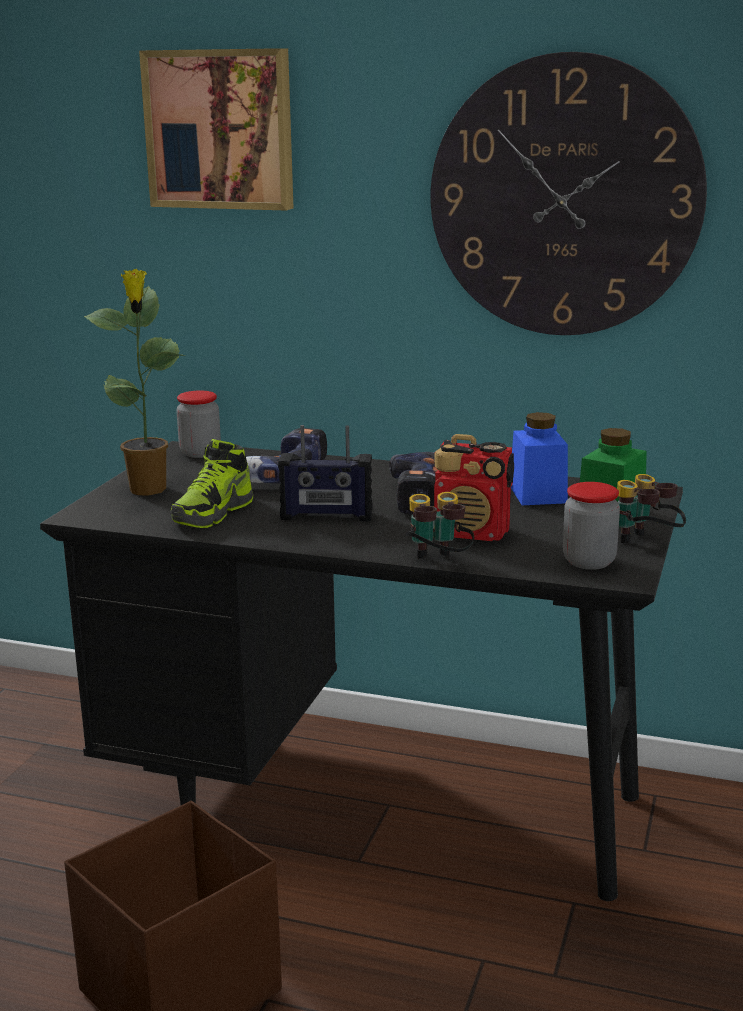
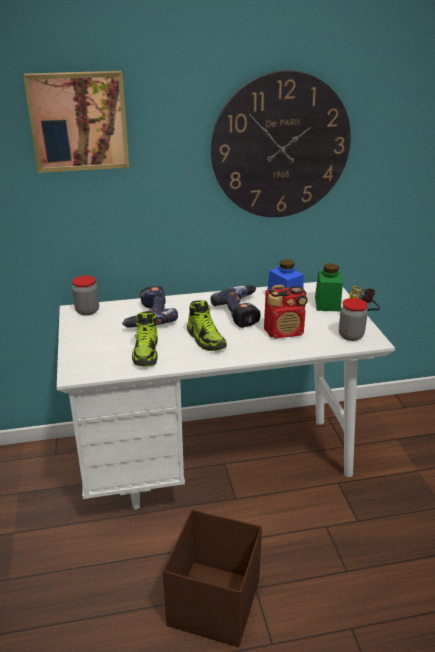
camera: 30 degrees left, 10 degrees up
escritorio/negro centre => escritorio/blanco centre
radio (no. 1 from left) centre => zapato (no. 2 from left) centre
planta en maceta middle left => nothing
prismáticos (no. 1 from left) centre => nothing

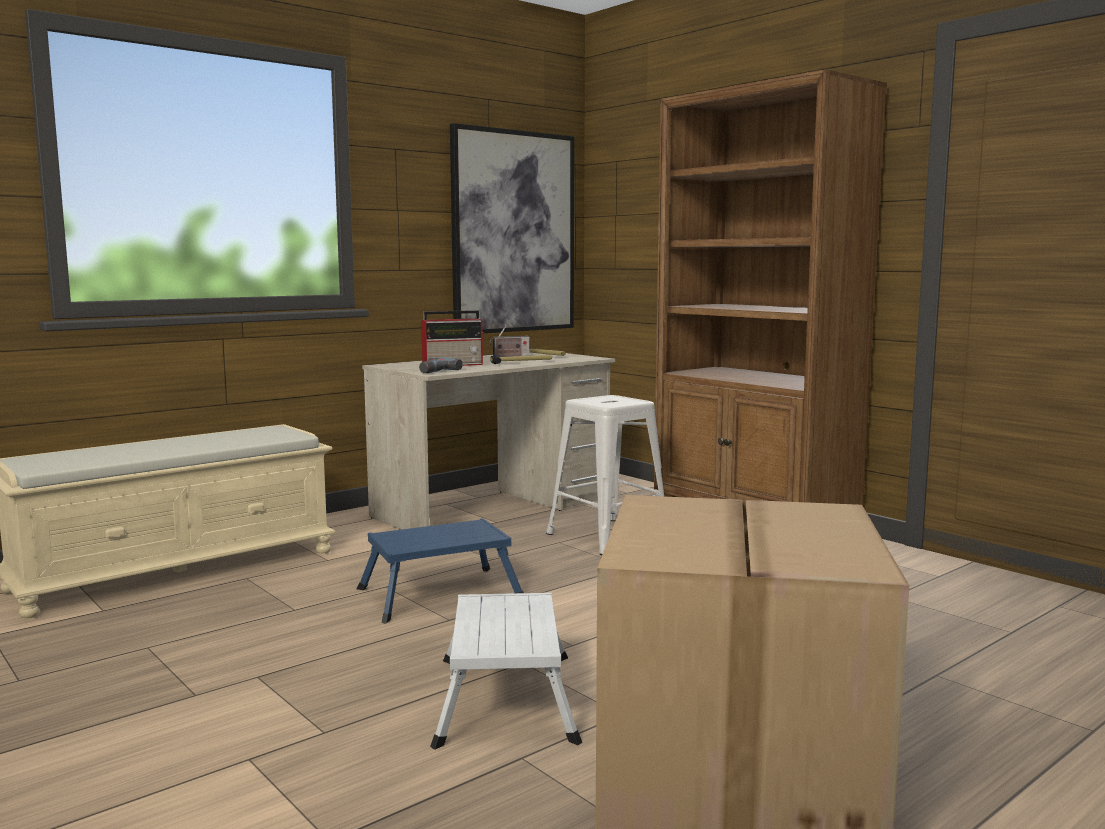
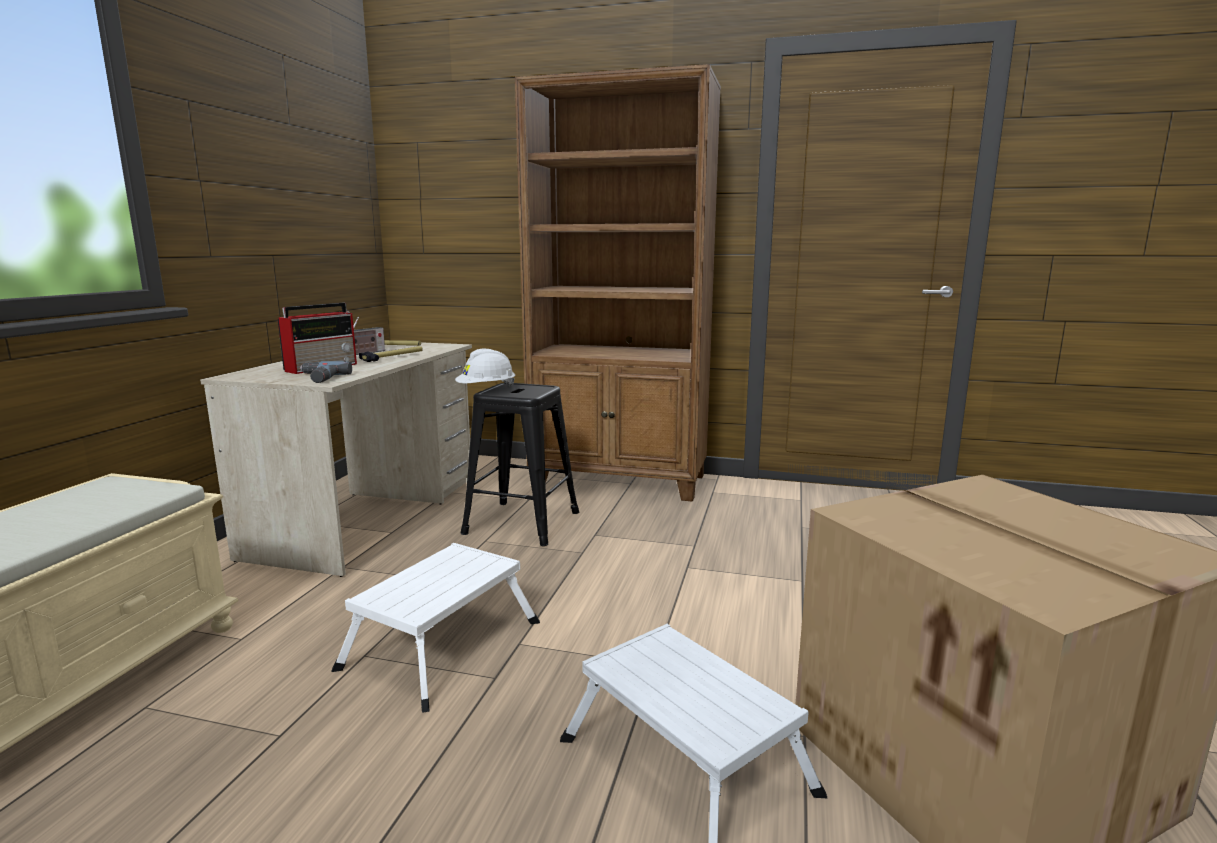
camera: 35 degrees left, 5 degrees up
escalera de tijera/azul bottom centre => escalera de tijera/blanco (no. 1 from left) bottom centre
nothing => casco/blanco centre
taburete/blanco centre => taburete/negro centre
cuadro top centre => nothing

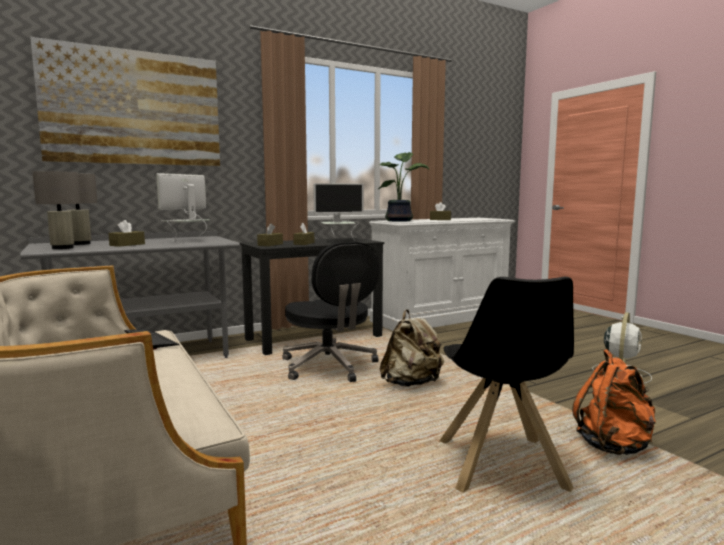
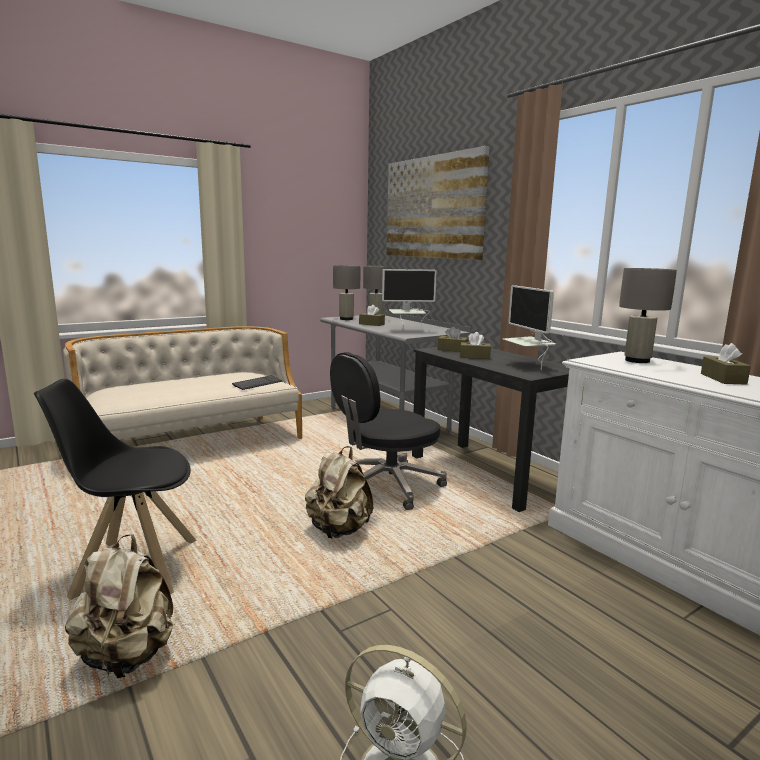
camera: 85 degrees right, 5 degrees up
mochila/naranja bottom right => mochila/beis (no. 1 from left) bottom left
monitor (no. 1 from left) middle left => monitor (no. 1 from left) centre, 150 degrees clockwise
planta en maceta centre => lámpara de mesa/gris (no. 3 from left) middle right

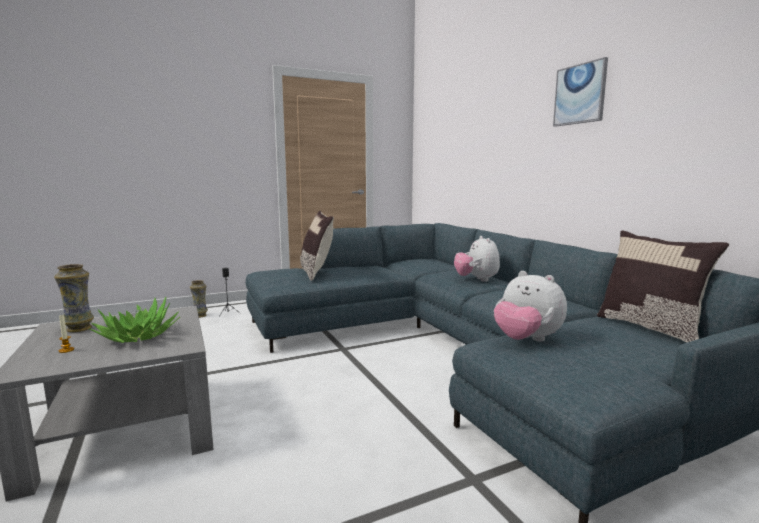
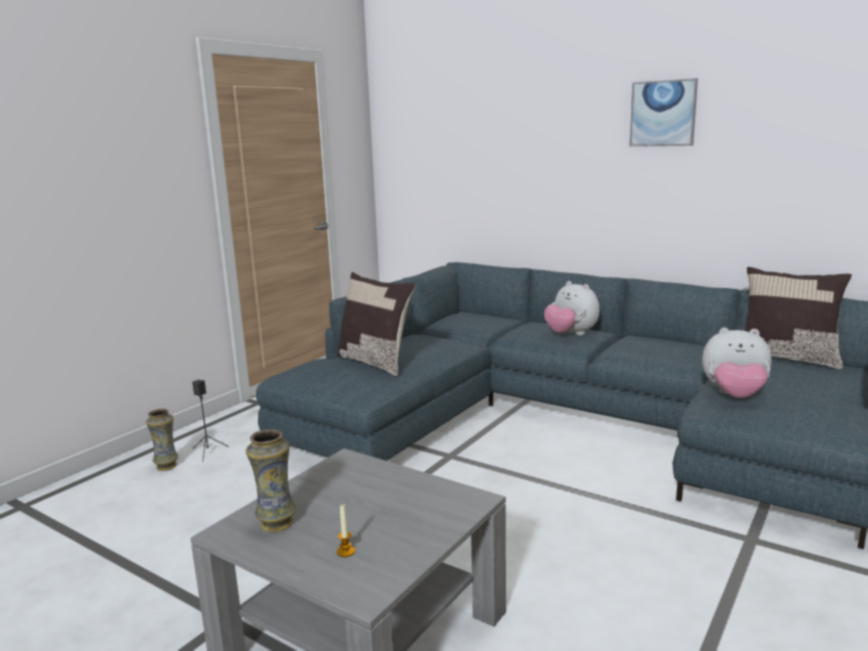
camera: 30 degrees left, 5 degrees up
planta en maceta middle left => nothing

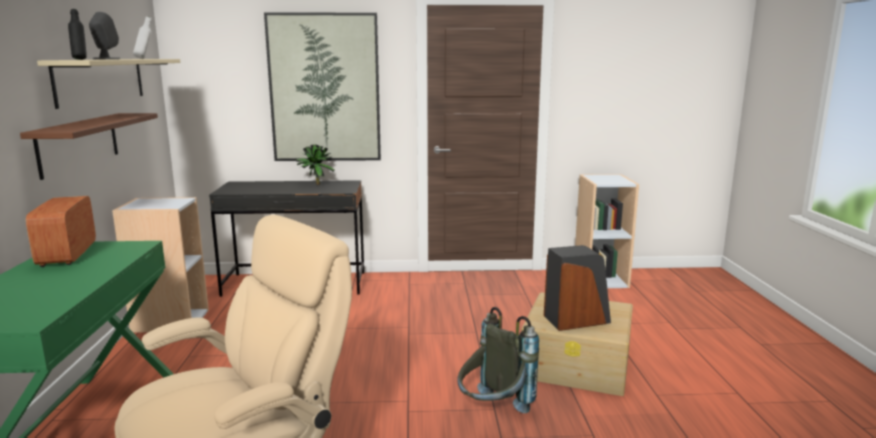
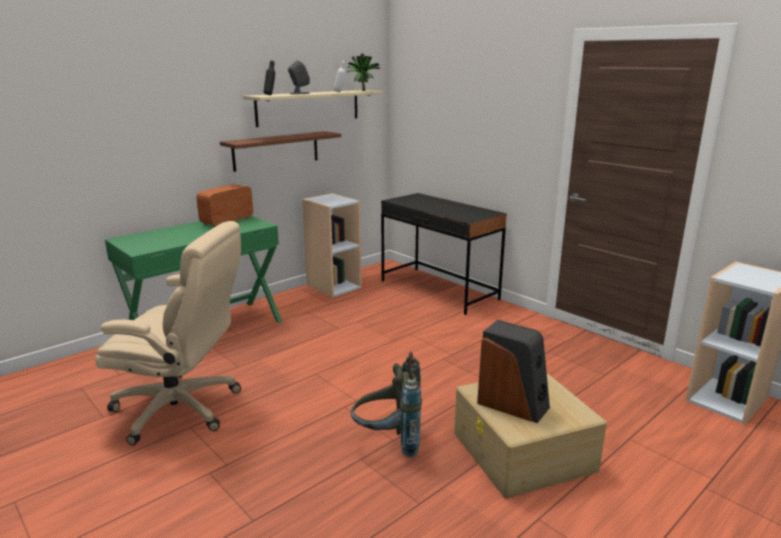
camera: 50 degrees right, 5 degrees up
planta en maceta centre => planta en maceta top centre, relocated
cuadro top centre => nothing

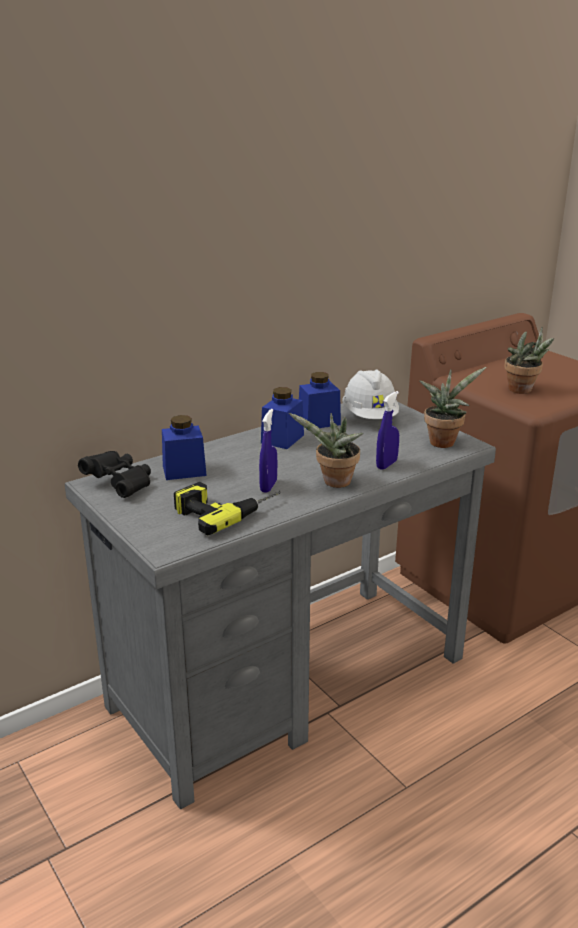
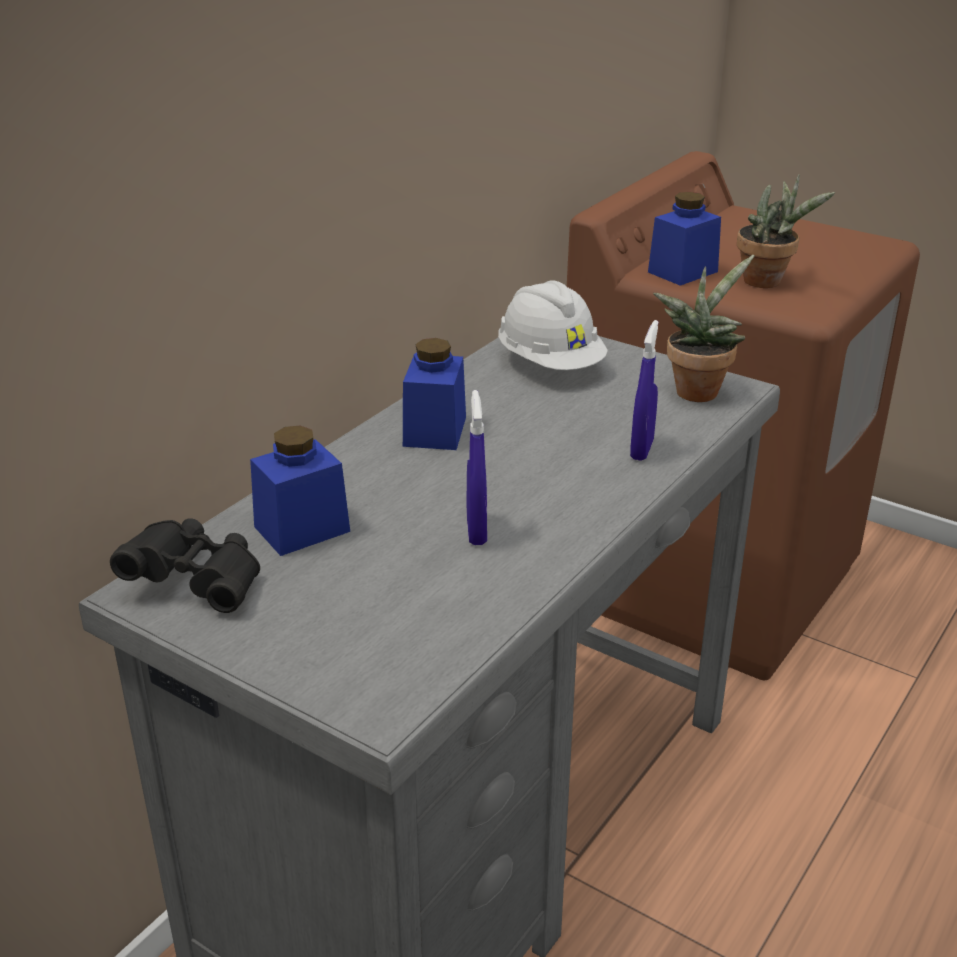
camera: 20 degrees left, 5 degrees up
tarro/azul (no. 3 from left) centre => tarro/azul (no. 3 from left) top right, relocated
taladro centre => nothing
planta en maceta (no. 1 from left) centre => nothing

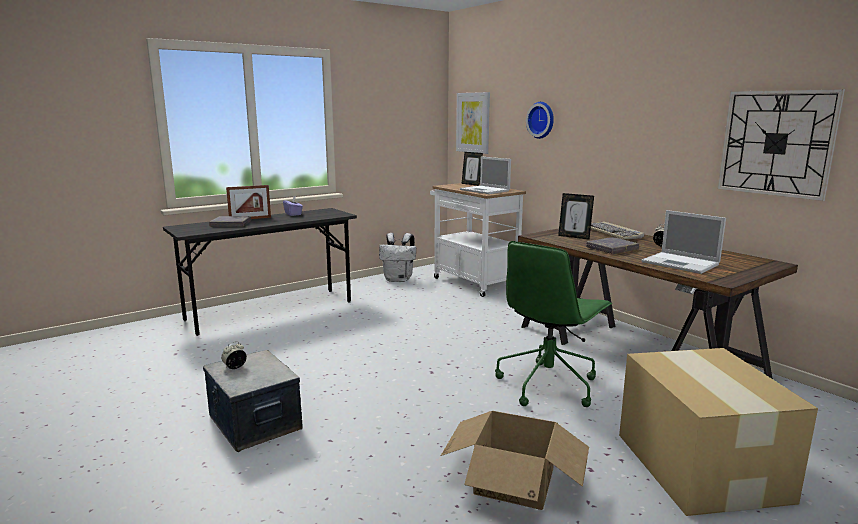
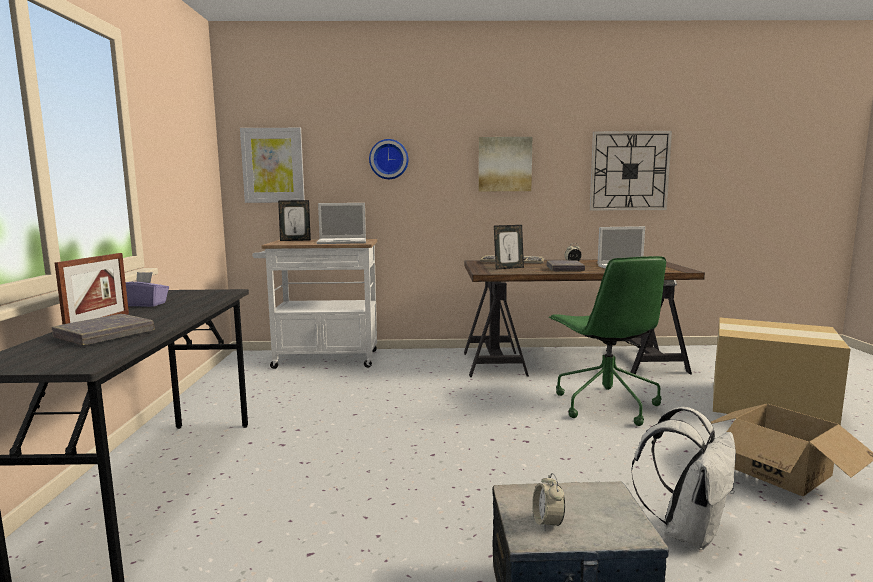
camera: 55 degrees left, 5 degrees down
nothing => cuadro (no. 2 from left) top centre
mochila/blanco centre => mochila/blanco bottom right, relocated

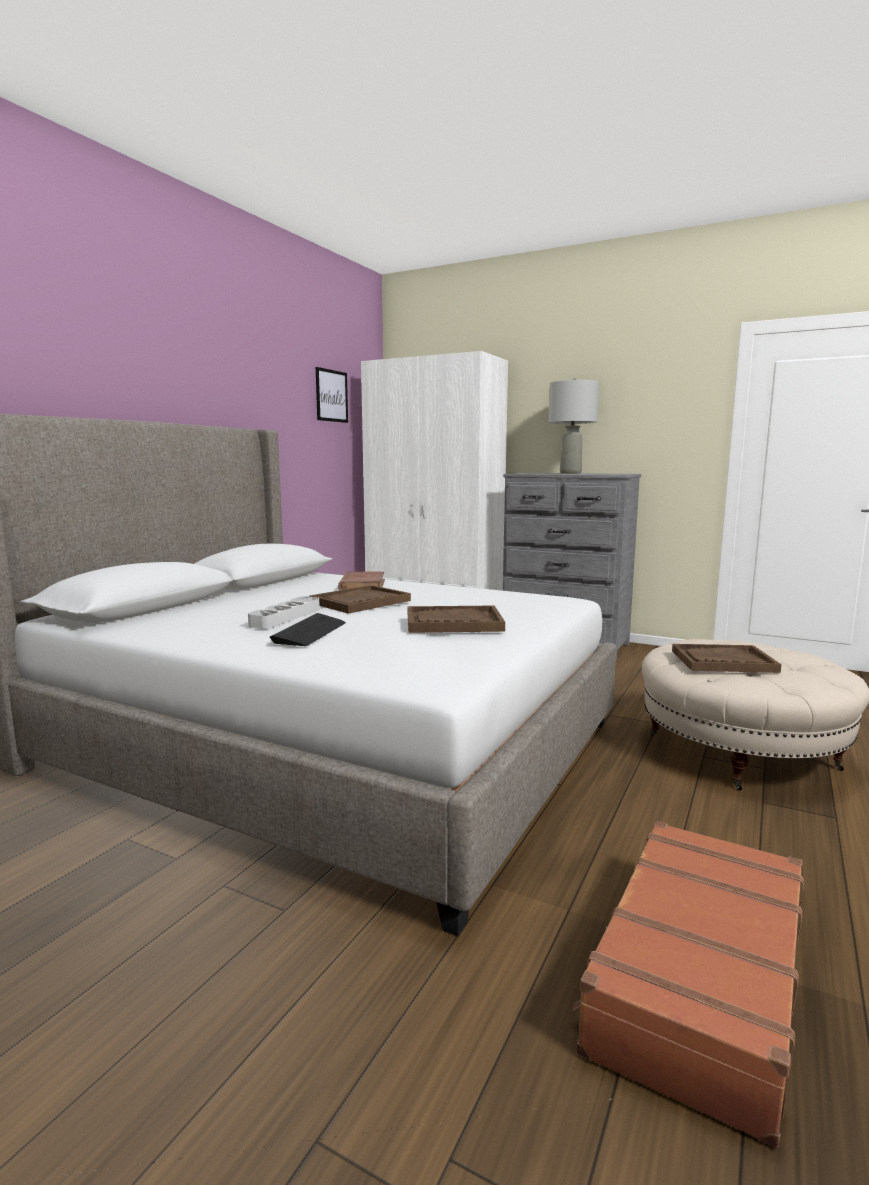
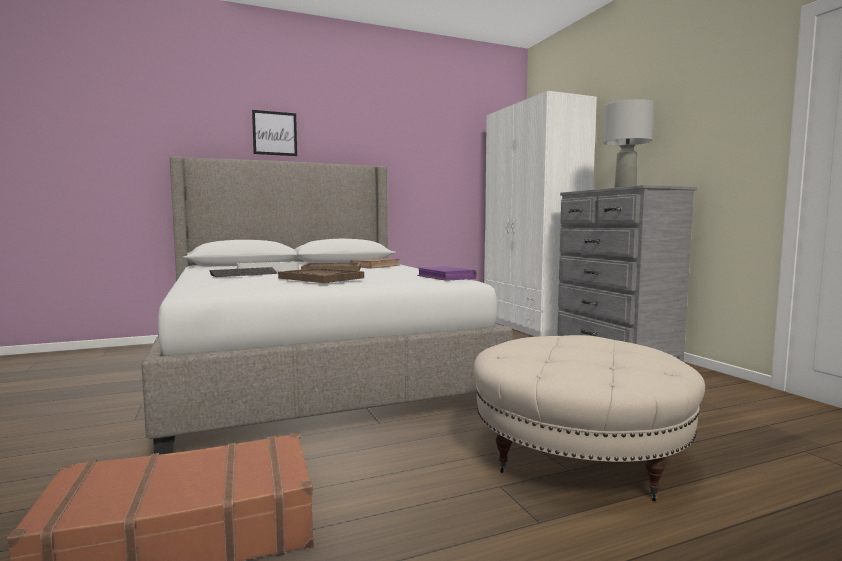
camera: 40 degrees right, 5 degrees down
cuadro centre => cuadro top left, relocated
nothing => libro/morado centre
bandeja/marrón (no. 3 from left) middle right => nothing

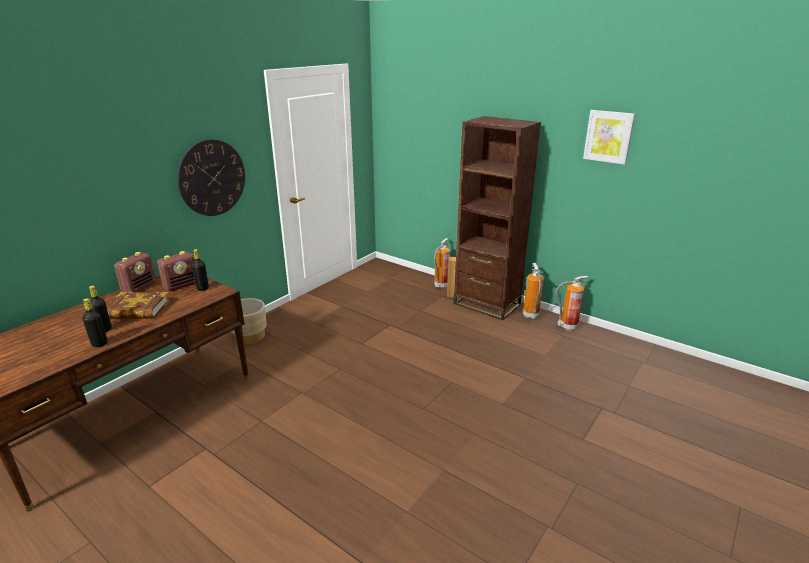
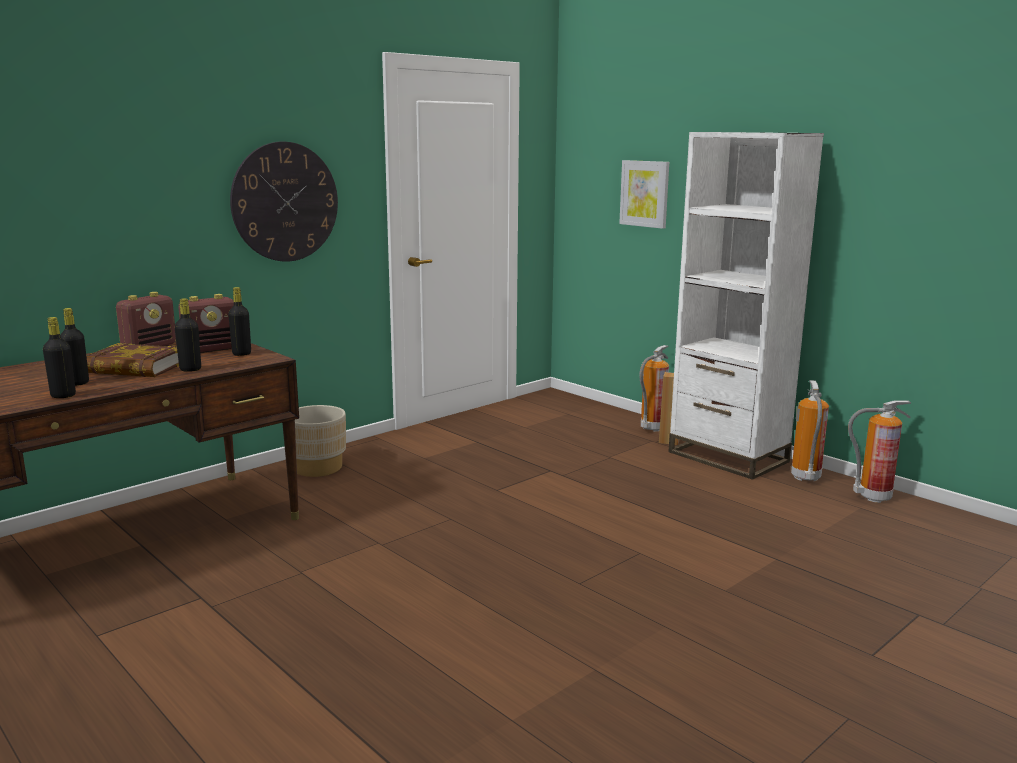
camera: 10 degrees right, 10 degrees down
nothing => botella/negro (no. 3 from left) middle left
cuadro top right => cuadro top centre, relocated
estantería/marrón centre => estantería/blanco middle right

